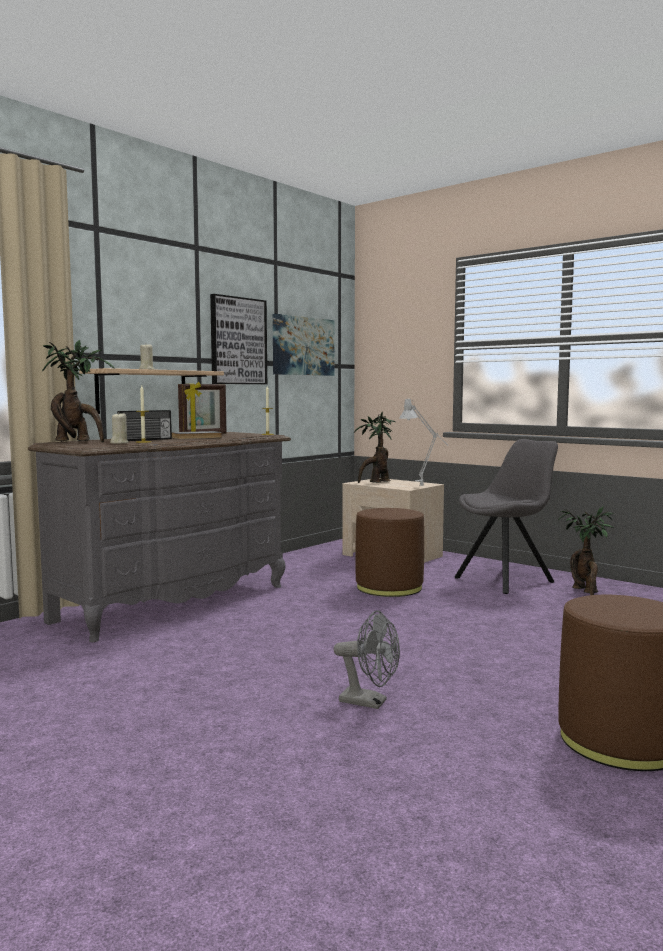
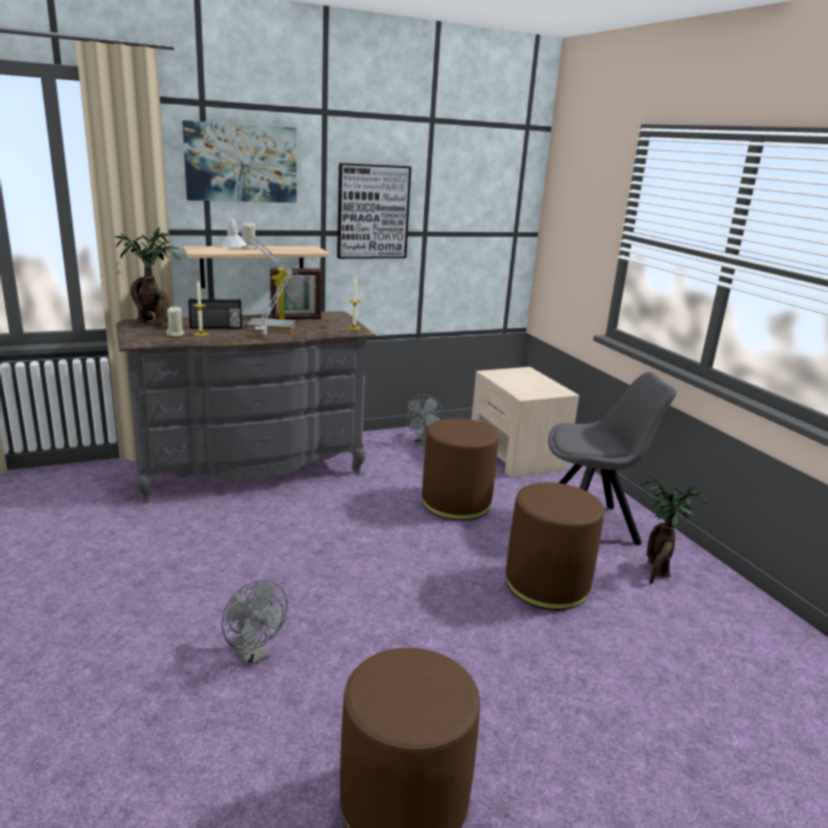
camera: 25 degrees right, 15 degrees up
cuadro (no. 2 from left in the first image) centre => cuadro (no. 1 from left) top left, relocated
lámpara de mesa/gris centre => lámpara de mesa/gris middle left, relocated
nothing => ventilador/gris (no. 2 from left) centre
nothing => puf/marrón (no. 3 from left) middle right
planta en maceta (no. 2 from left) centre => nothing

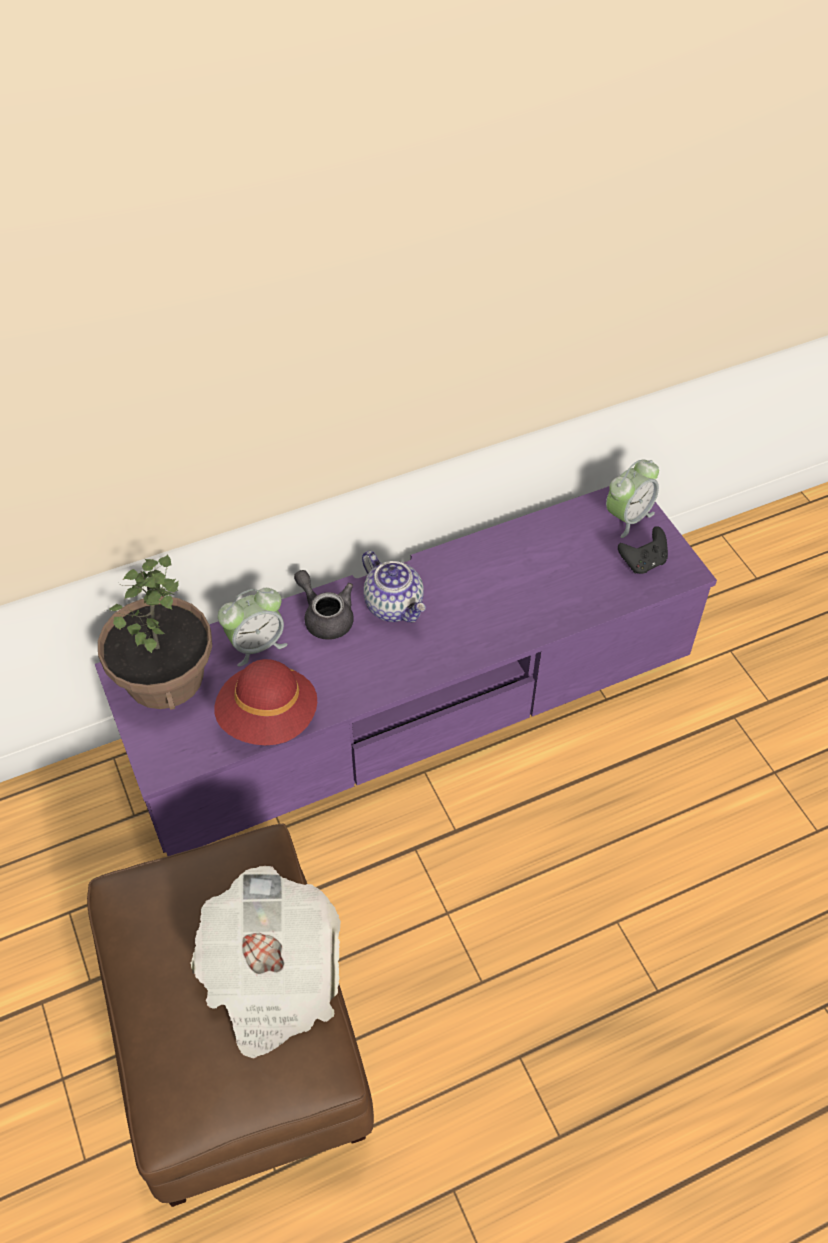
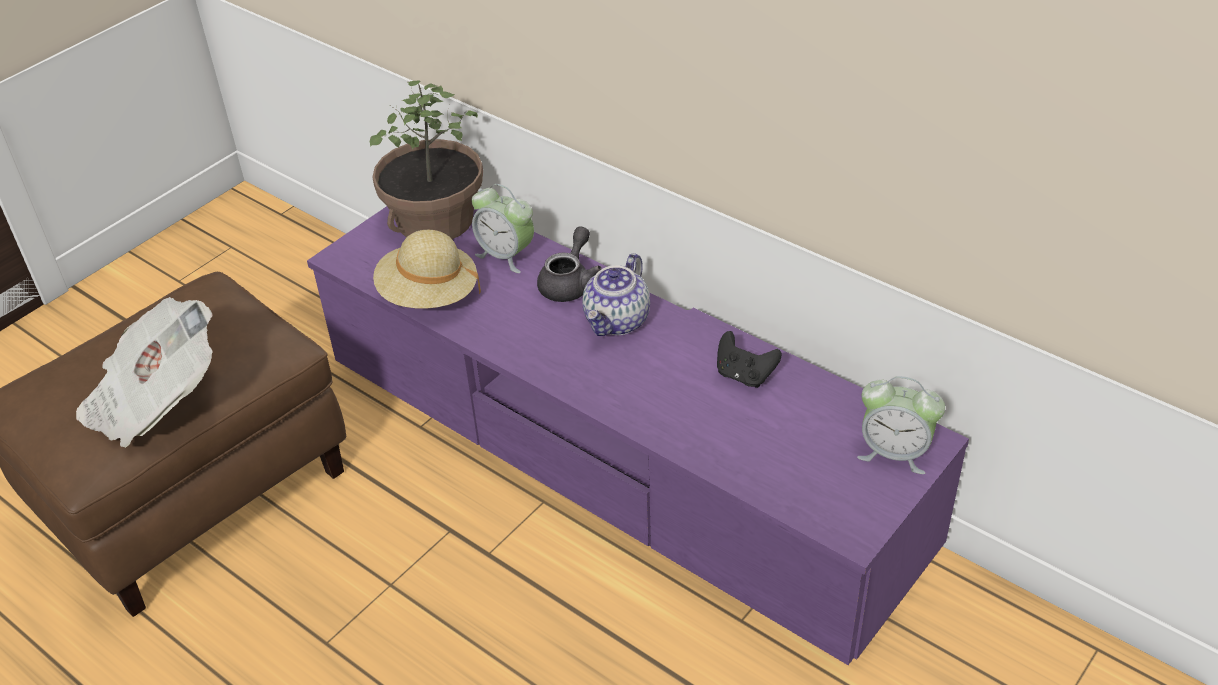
camera: 65 degrees right, 10 degrees down
sombrero/rojo middle left => sombrero/beis centre
mando de consola/negro middle right => mando de consola/negro centre, relocated

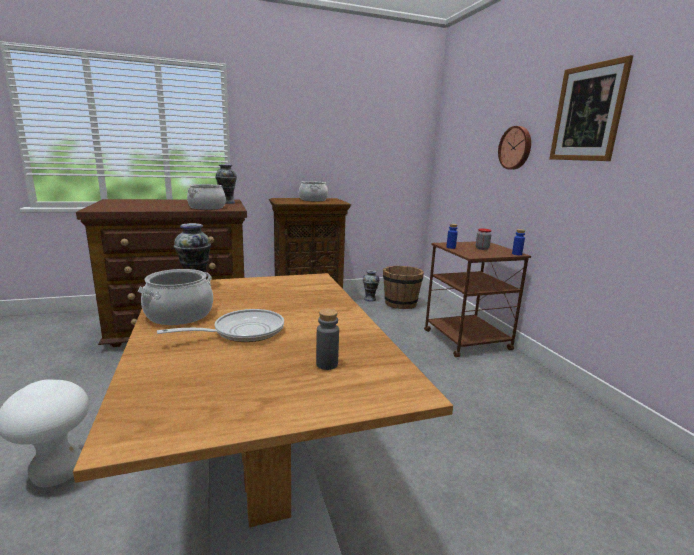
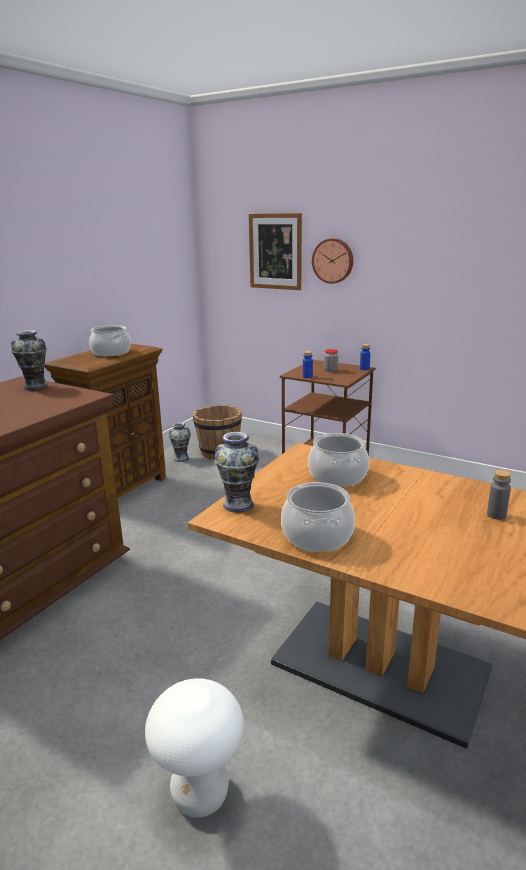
camera: 40 degrees left, 5 degrees up
cuadro top right => cuadro top centre, relocated
olla (no. 2 from left in the first image) middle left => olla (no. 3 from left) centre, relocated
sartén middle left => nothing

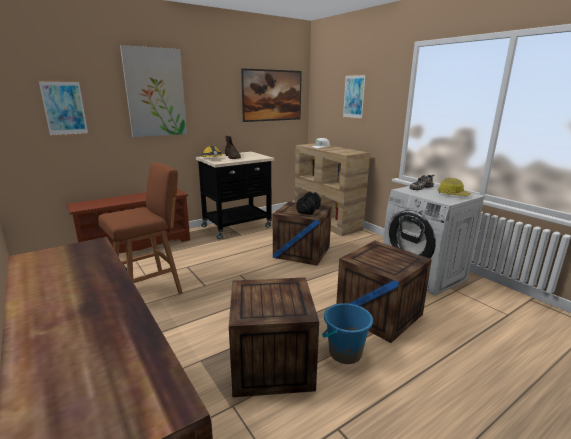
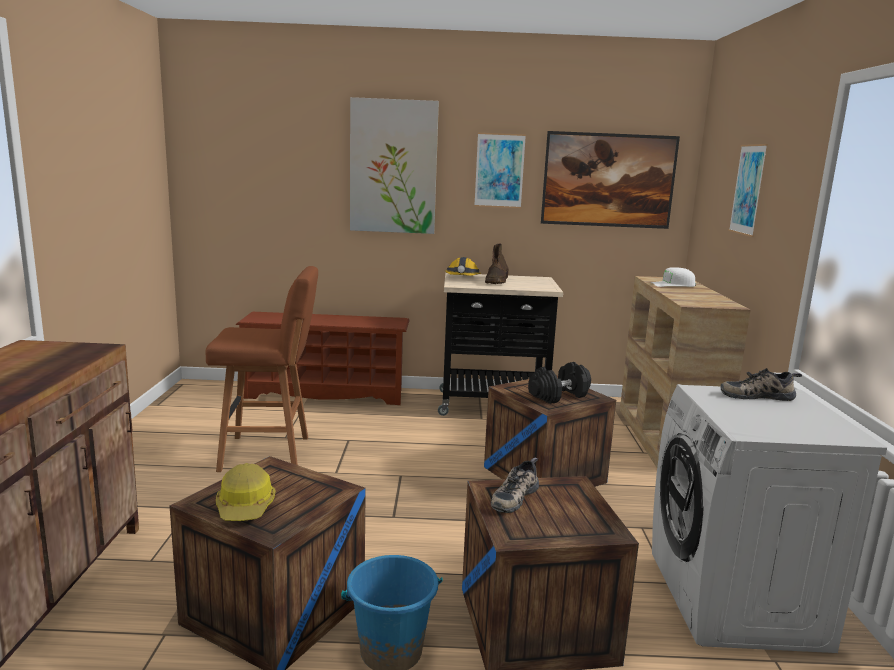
camera: 35 degrees right, 5 degrees down
casco (no. 2 from left in the first image) middle right => casco (no. 1 from left) bottom left, relocated
cuadro (no. 1 from left in the first image) top left => cuadro (no. 2 from left) top centre, relocated
nothing => zapato (no. 1 from left) bottom centre

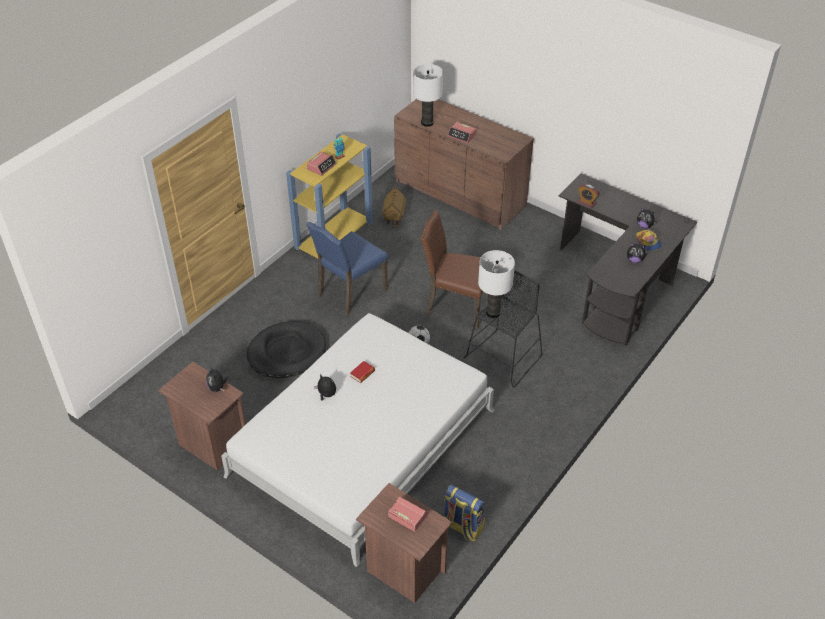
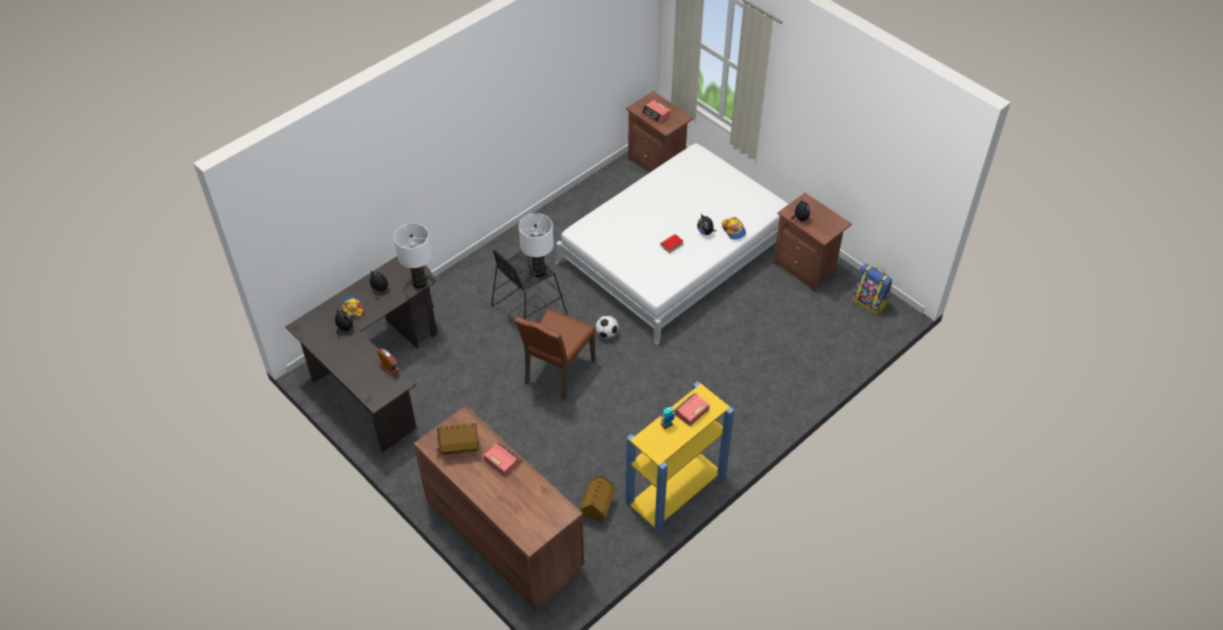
camera: 170 degrees left, 5 degrees up
lámpara de mesa/blanco (no. 1 from left) top centre => lámpara de mesa/blanco (no. 1 from left) centre, relocated
nothing => casita (no. 1 from left) bottom centre
silla/marrón centre, 90 degrees clockwise
nothing => gorra (no. 2 from left) centre
mochila bottom centre => mochila middle right, relocated
cama para perro/negro centre => nothing
silla/azul centre => nothing

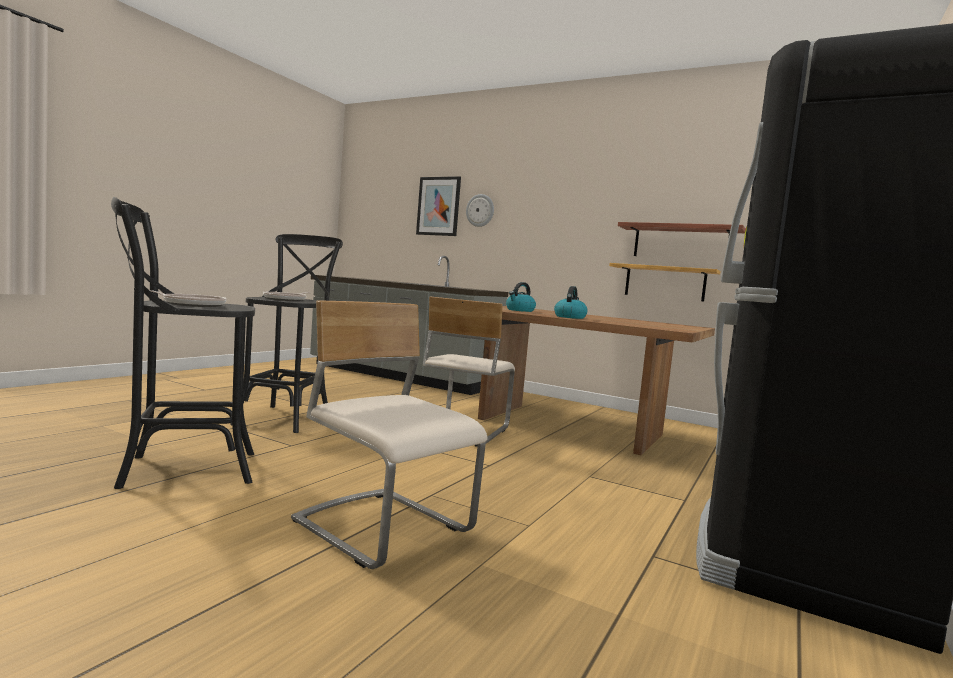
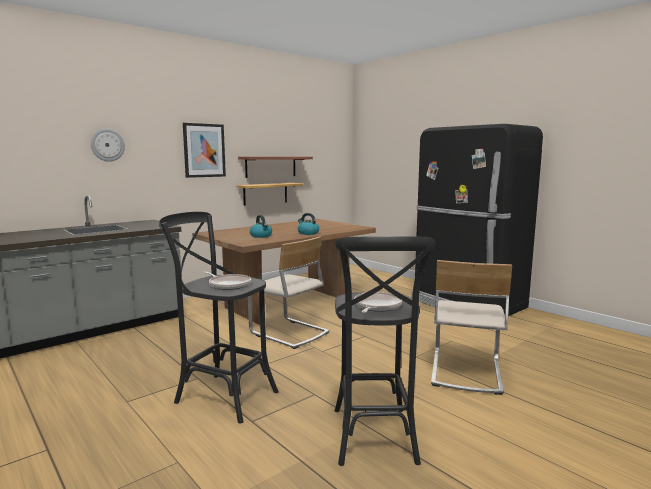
camera: 70 degrees left, 5 degrees up
cuadro top centre => cuadro top left, relocated
silla/beis (no. 1 from left in the first image) centre => silla/beis (no. 2 from left) bottom right, 45 degrees counterclockwise

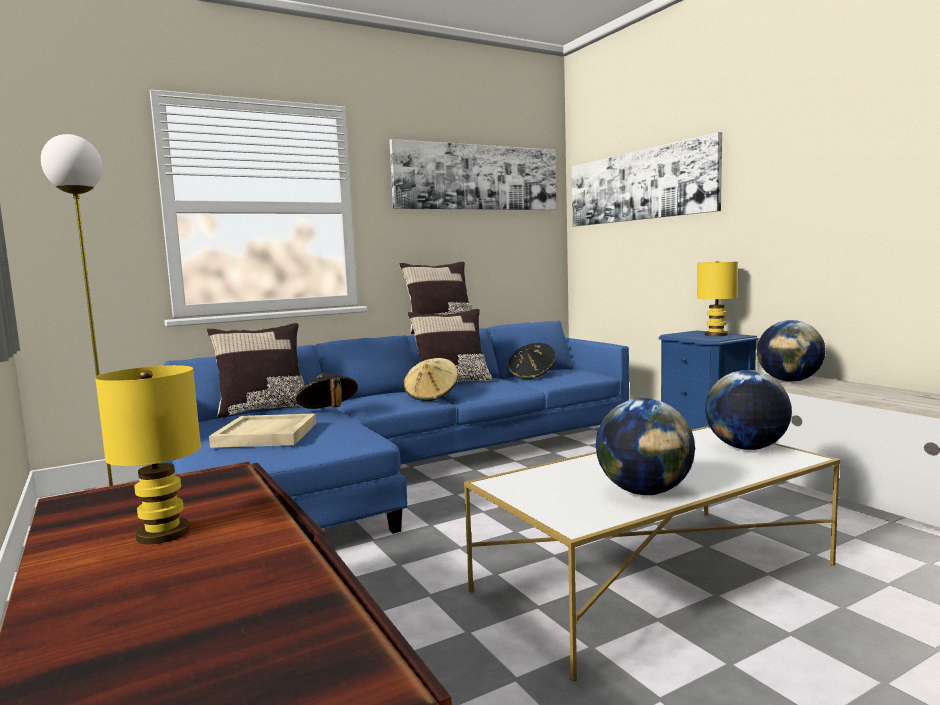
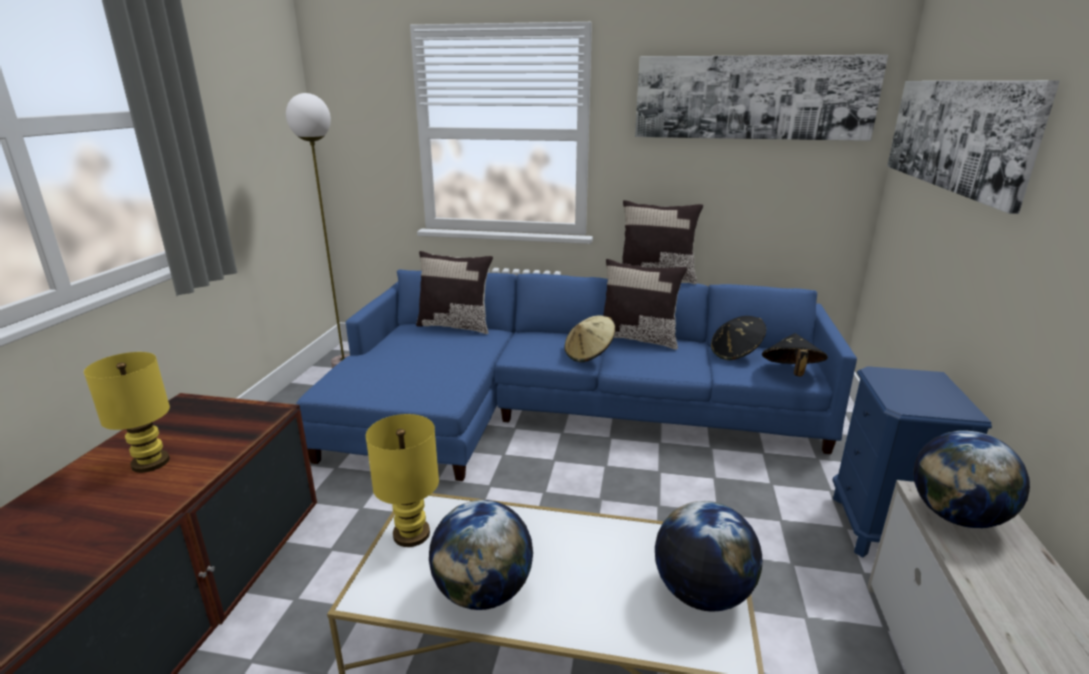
camera: 40 degrees right, 15 degrees up
lámpara de mesa/amarillo (no. 2 from left) middle right => lámpara de mesa/amarillo (no. 2 from left) bottom centre, relocated
sombrero/negro (no. 1 from left in the first image) centre => sombrero/negro (no. 2 from left) middle right, relocated
bandeja/beis middle left => nothing

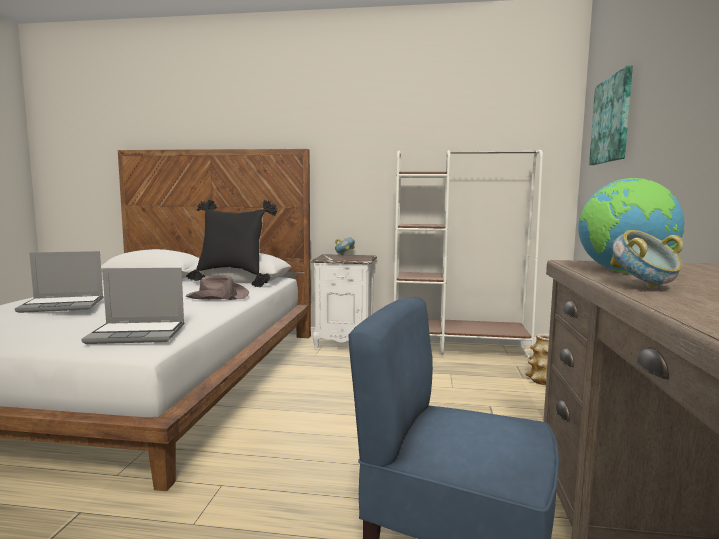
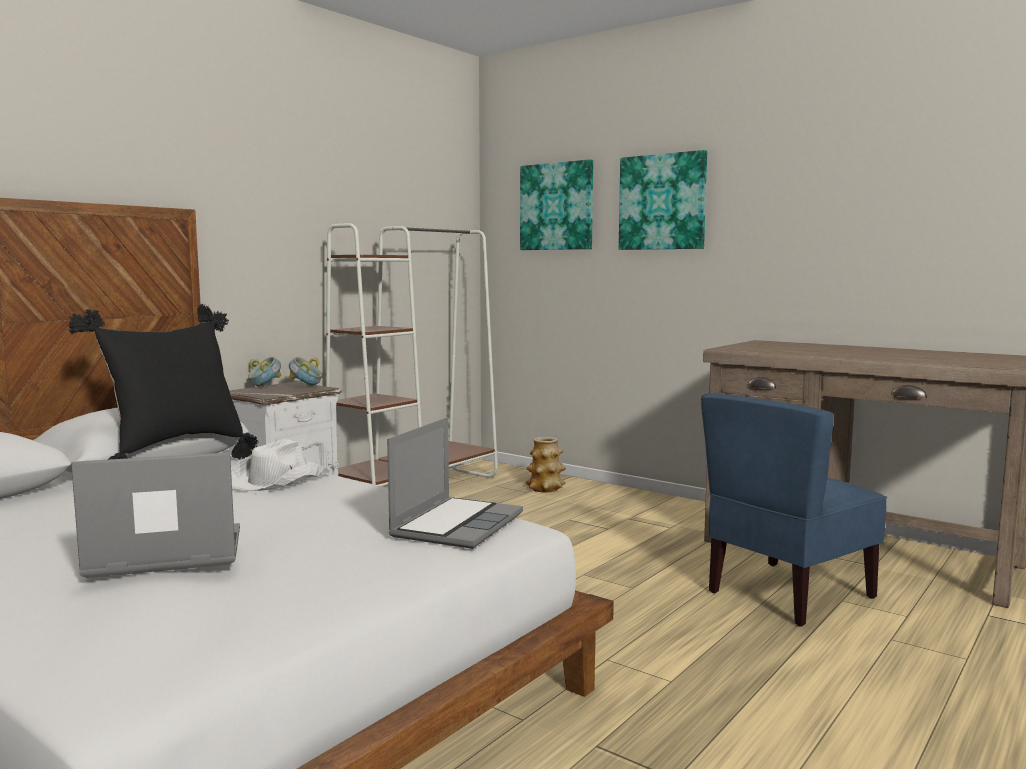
camera: 60 degrees left, 0 degrees up
portátil (no. 1 from left) middle left => portátil (no. 1 from left) bottom left, 120 degrees counterclockwise
sombrero/marrón middle left => sombrero/blanco middle left
cuenco (no. 2 from left) middle right => cuenco (no. 2 from left) middle left, relocated
nothing => cuadro (no. 2 from left) top centre
globo terráqueo middle right => nothing

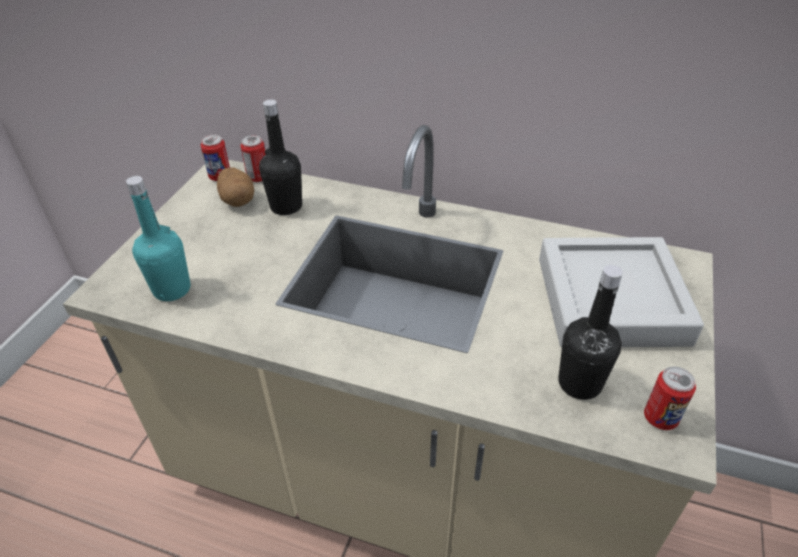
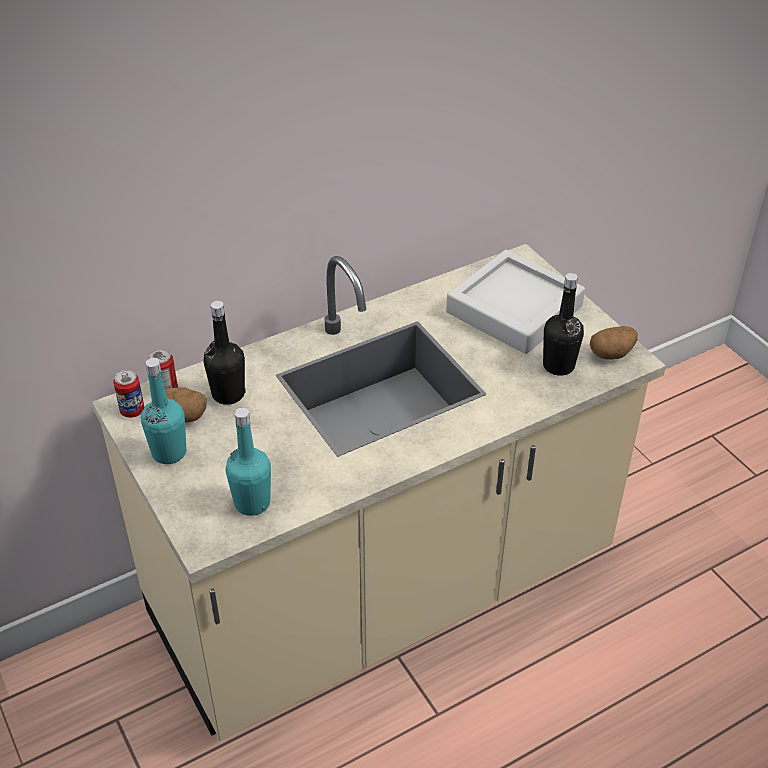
camera: 50 degrees left, 0 degrees up
nothing => botella/turquesa (no. 1 from left) middle left
lata (no. 3 from left) bottom right => patata (no. 2 from left) middle right

